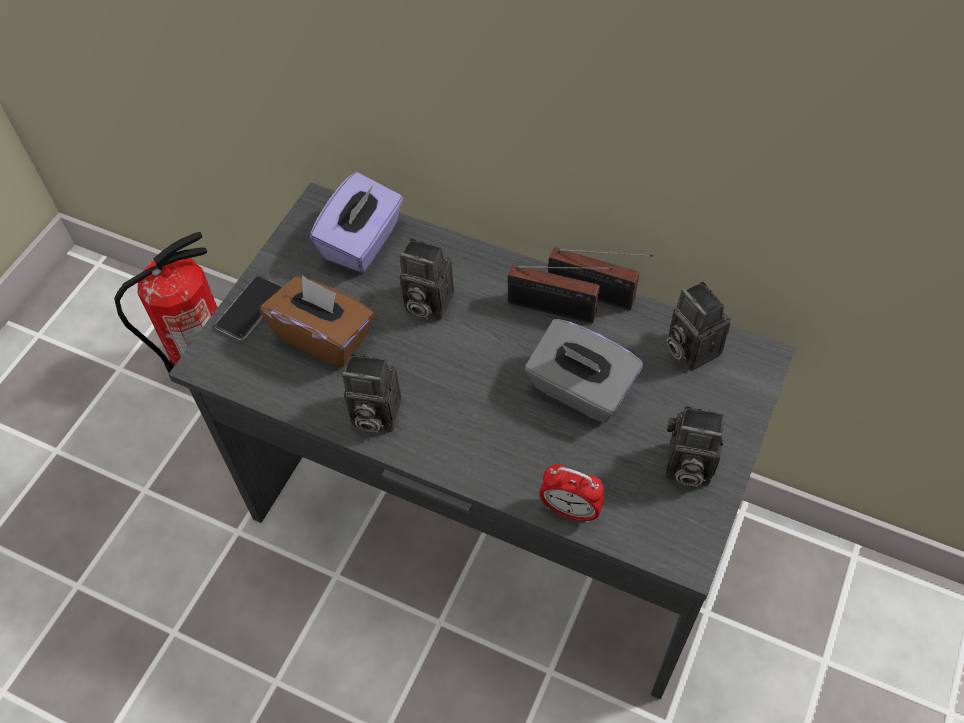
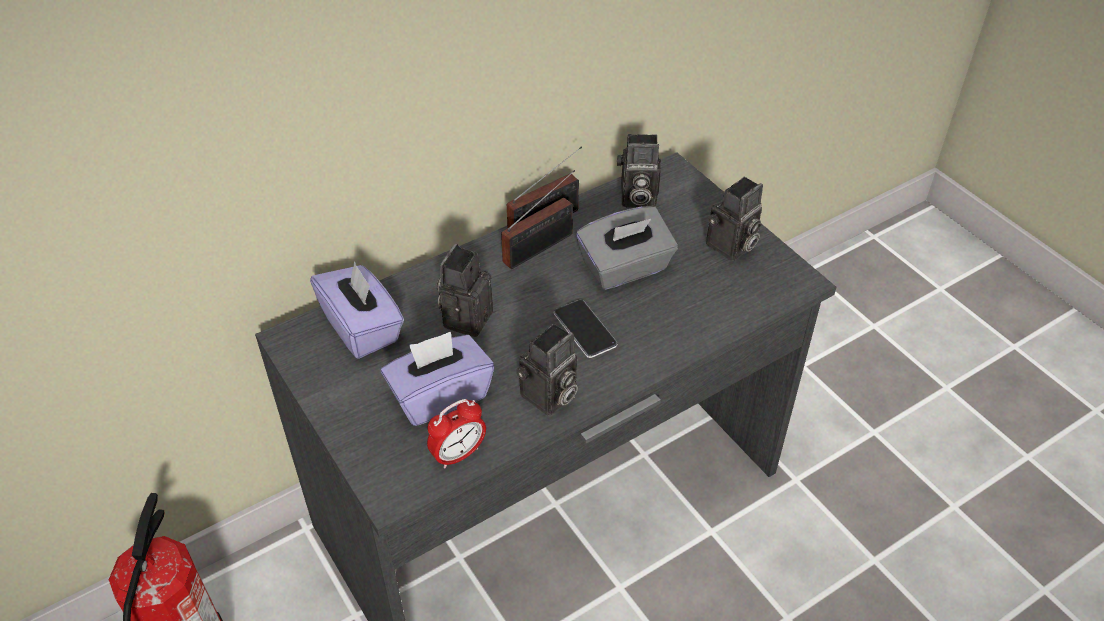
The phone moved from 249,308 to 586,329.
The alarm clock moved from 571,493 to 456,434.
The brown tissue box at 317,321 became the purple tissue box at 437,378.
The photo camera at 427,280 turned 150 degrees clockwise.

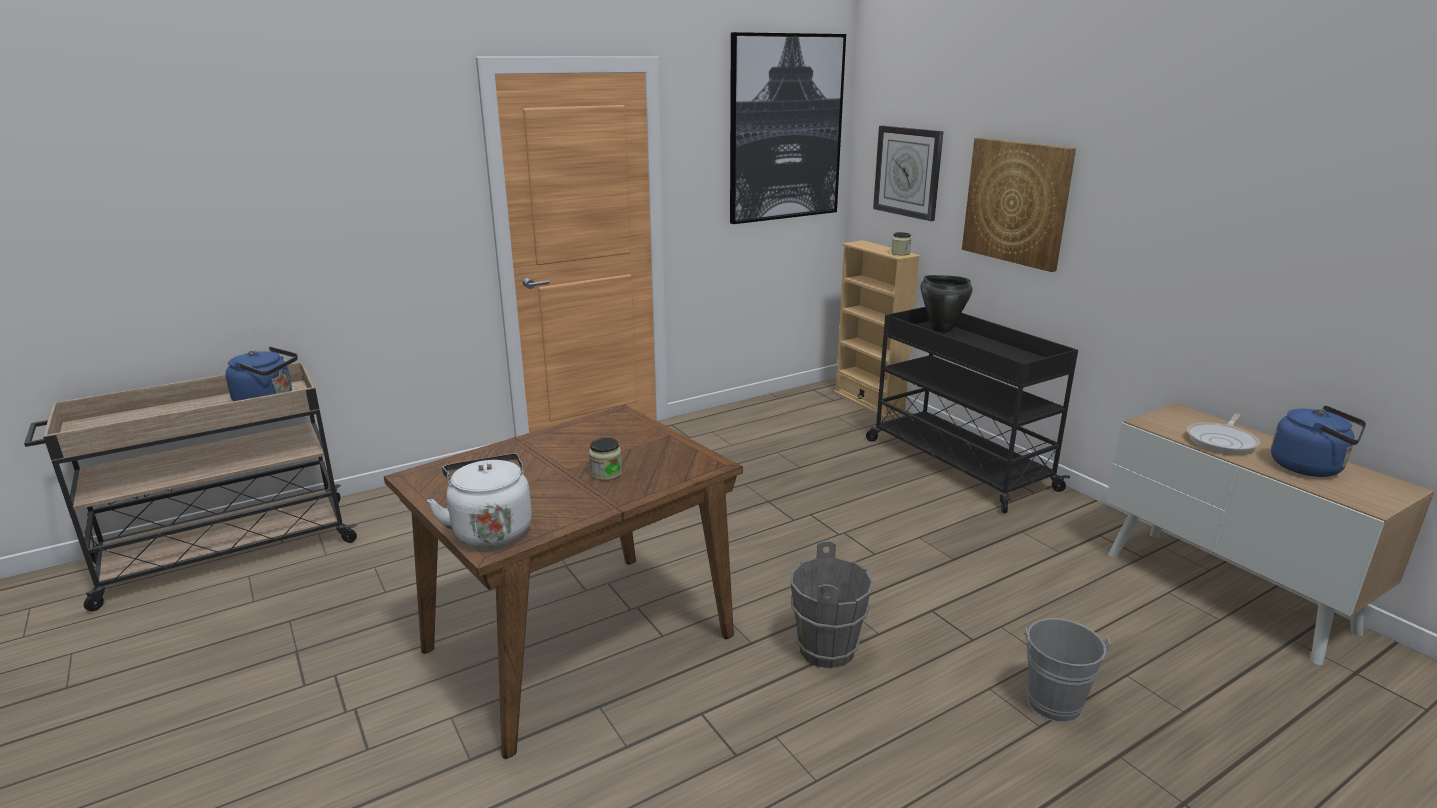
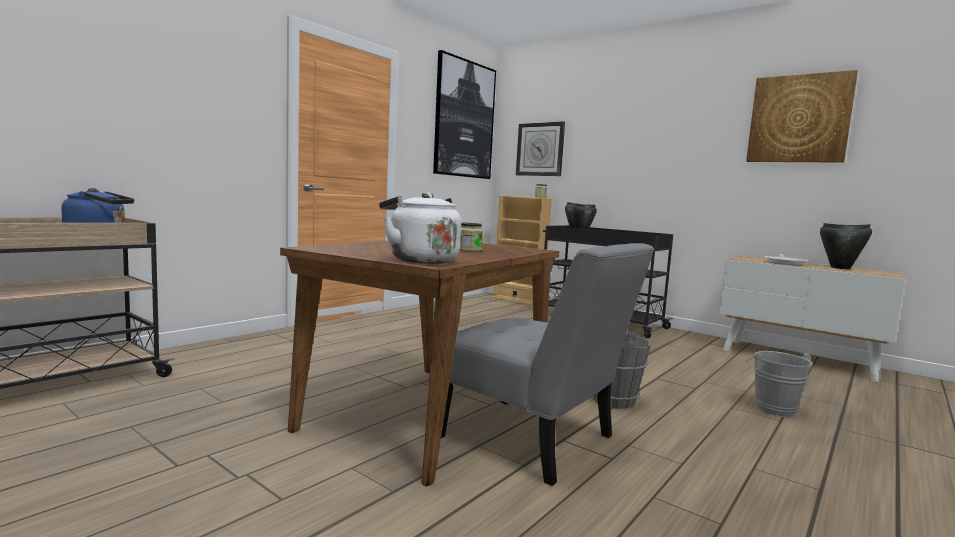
The grey chair at 547,364 appeared.
The picture moved from 1019,205 to 802,116.
The blue kettle at 1318,441 was replaced by the black cooking pot at 846,246.

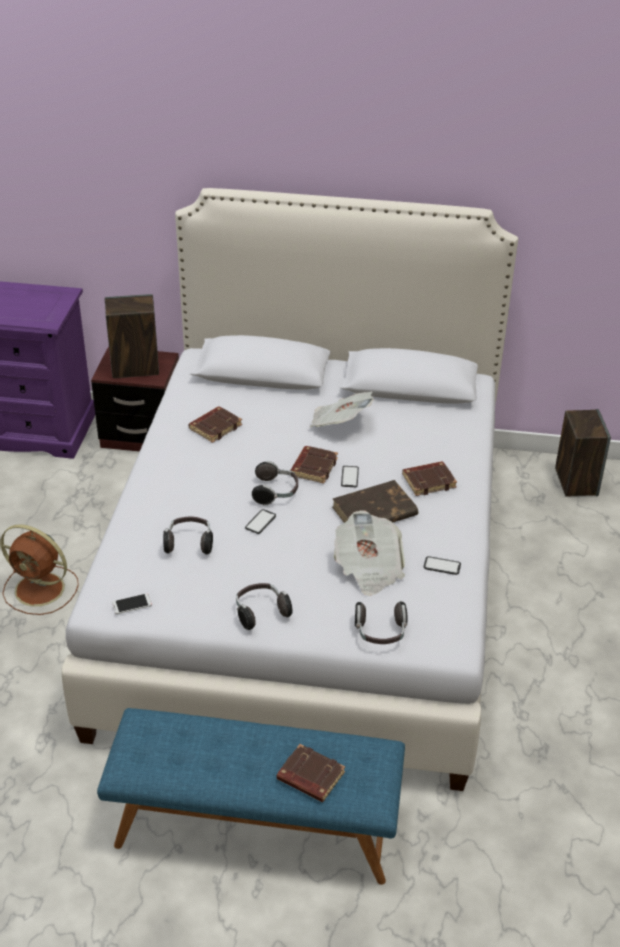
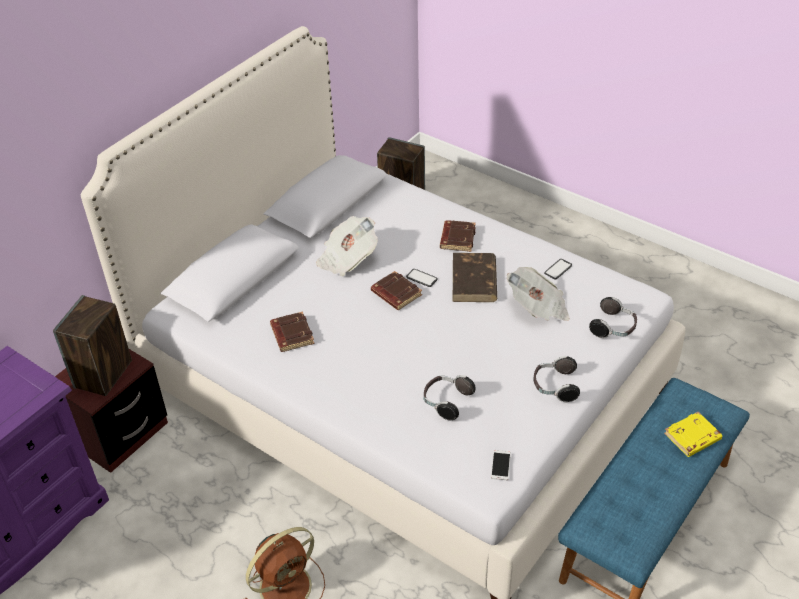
The phone at 260,521 disappeared.
The headphones at 275,483 disappeared.
The brown book at 311,773 became the yellow book at 693,434.

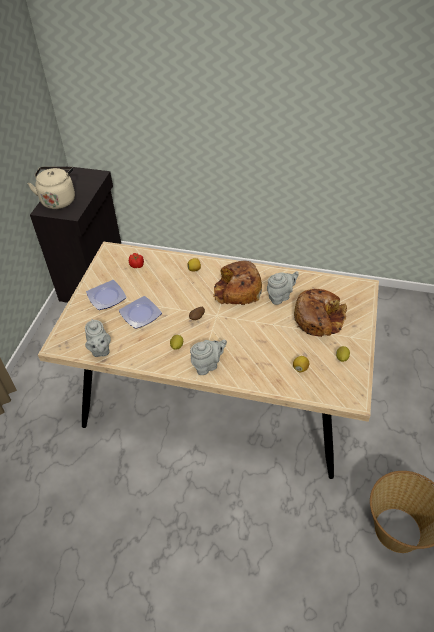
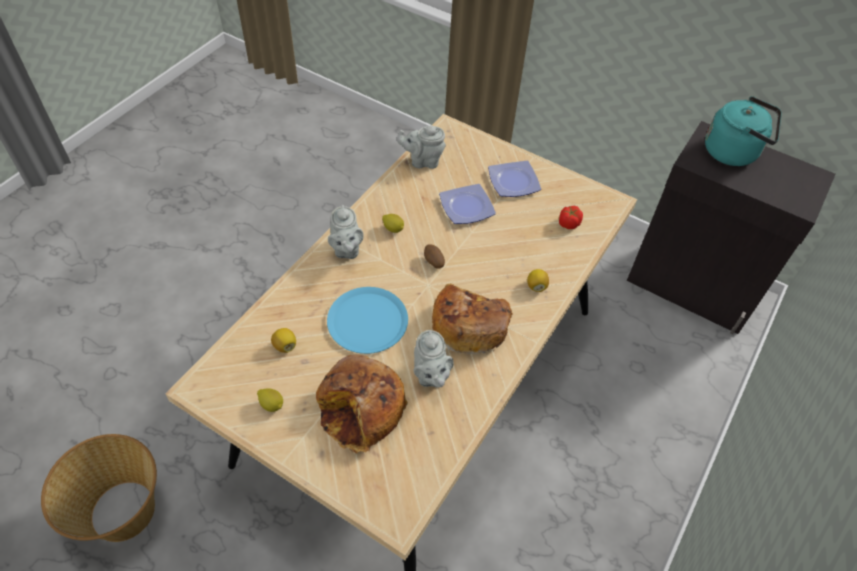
The blue plate at 367,320 appeared.
The beige kettle at 51,187 became the turquoise kettle at 743,131.

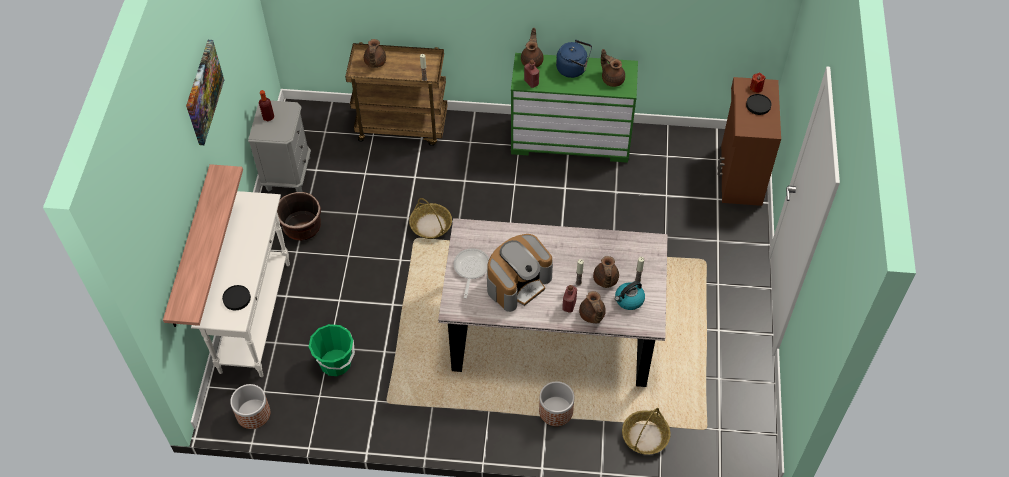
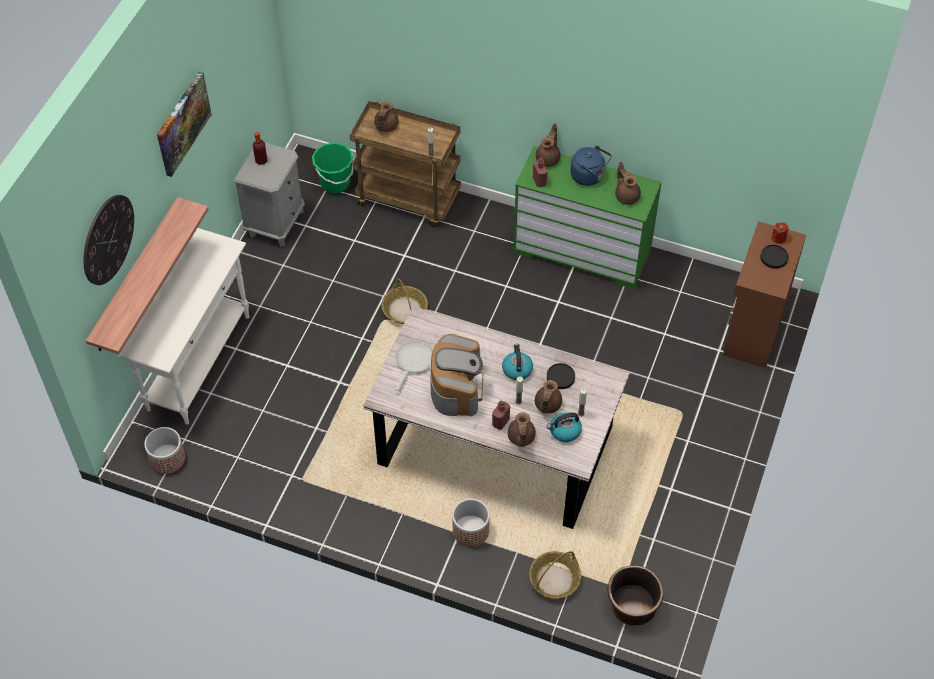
The wall clock at 108,240 appeared.
The kettle at 517,362 appeared.
The black plate moved from 236,297 to 561,376.
The brown planter moved from 299,216 to 635,596.
The green bucket moved from 332,350 to 333,167.
The coffee machine at 520,273 turned 60 degrees counterclockwise.

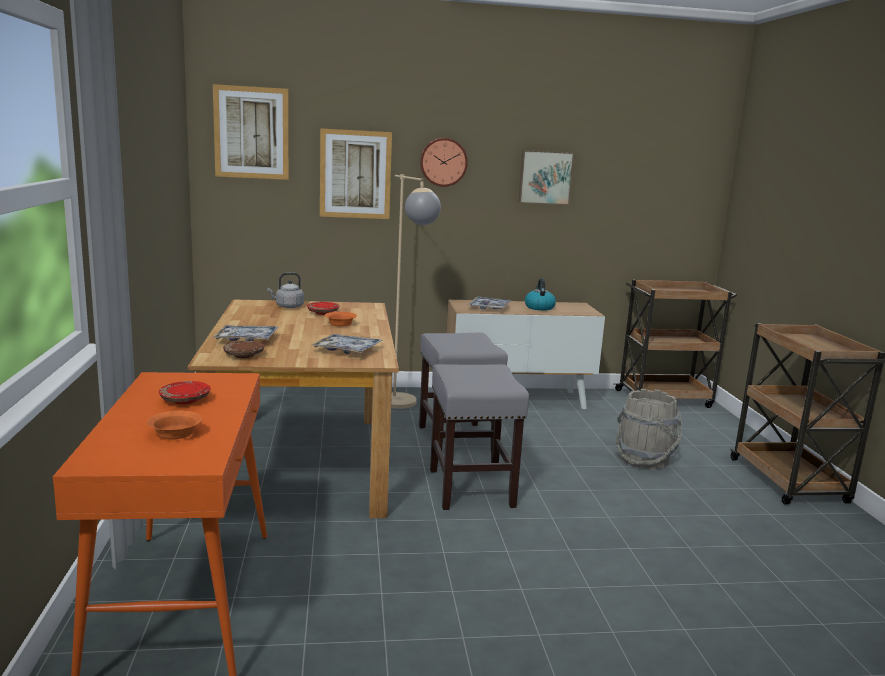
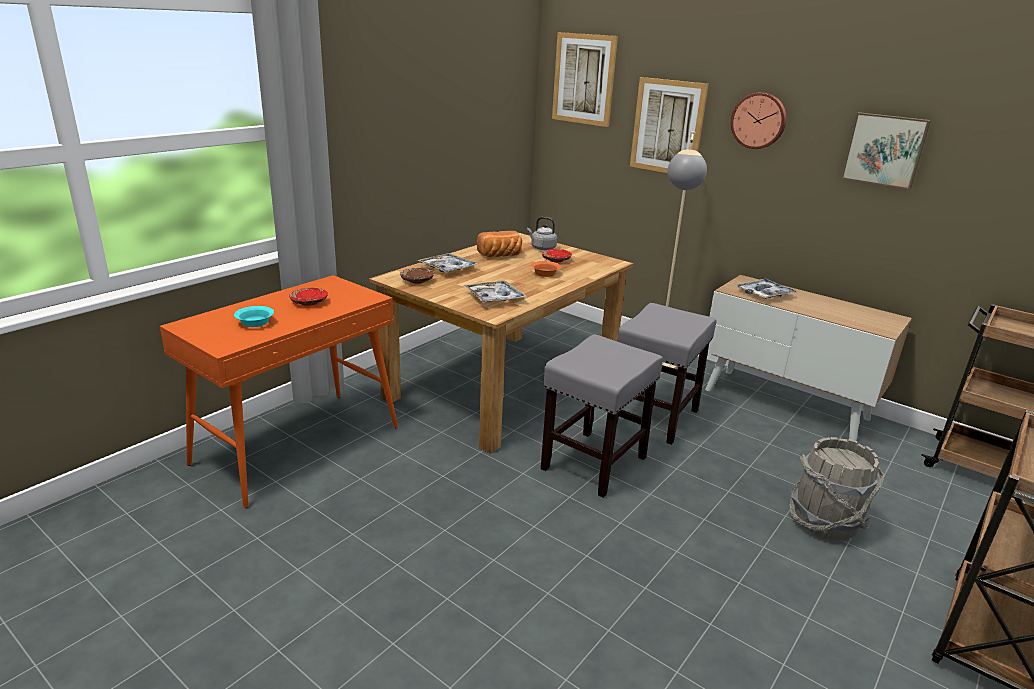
The kettle at 540,295 disappeared.
The bread at 499,244 appeared.
The orange bowl at 174,425 became the turquoise bowl at 254,316.

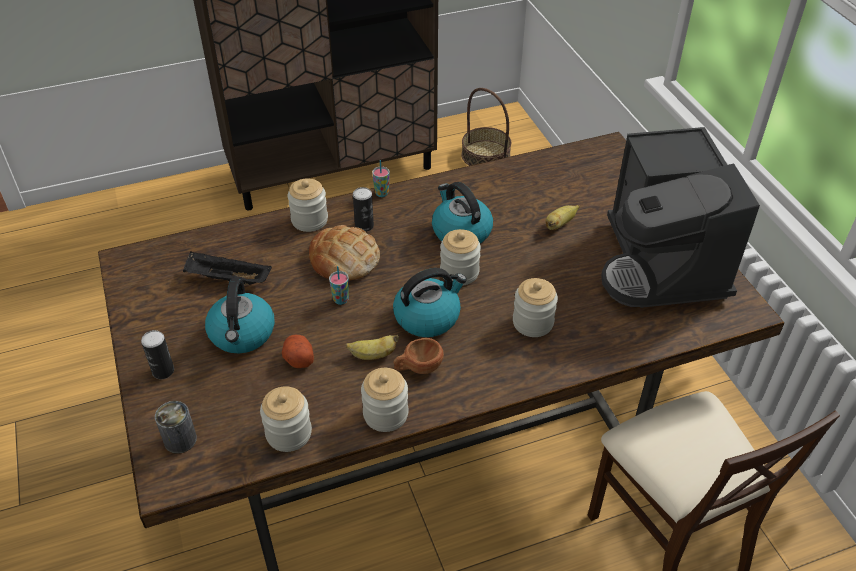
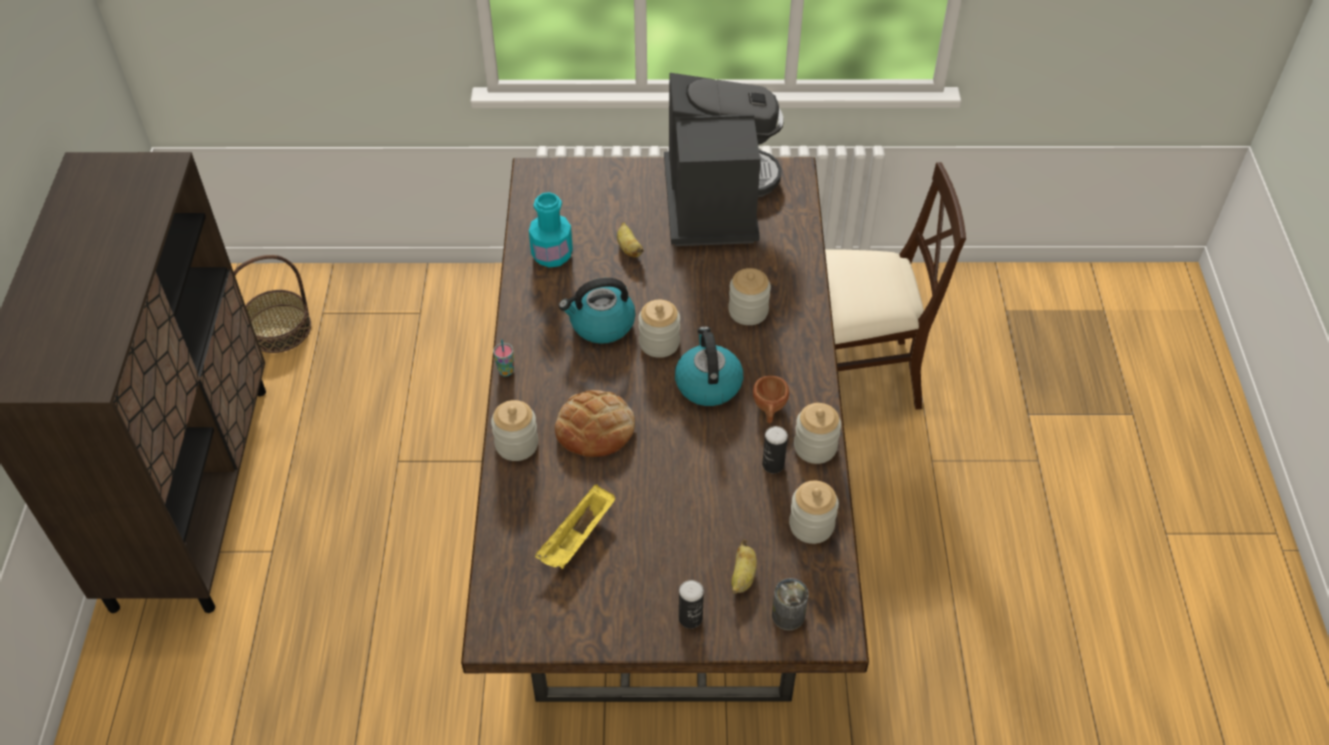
The kettle at 240,315 disappeared.
The potato at 298,351 disappeared.
The cup at 339,285 disappeared.
The turquoise bottle at 551,230 appeared.
The banana moved from 372,347 to 744,566.
The can moved from 363,209 to 775,450.
The black tray at 227,268 became the yellow tray at 575,526.
The coffee machine at 680,217 turned 105 degrees counterclockwise.

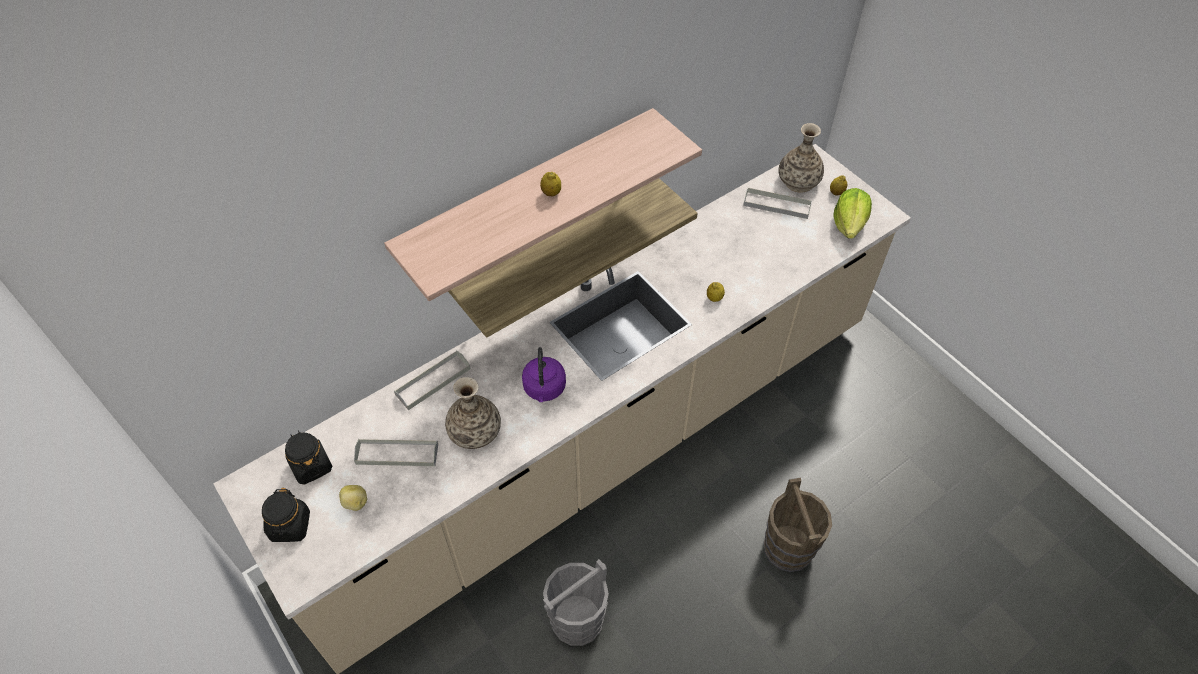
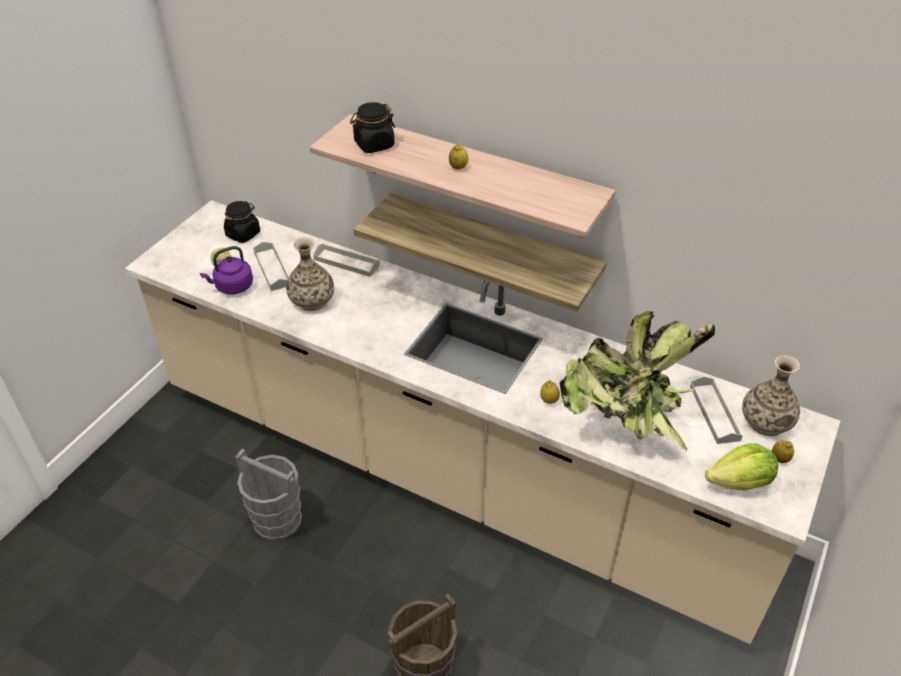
The potted plant at 637,381 appeared.
The black jar moved from 286,515 to 372,127.
The purple kettle moved from 544,374 to 226,270.

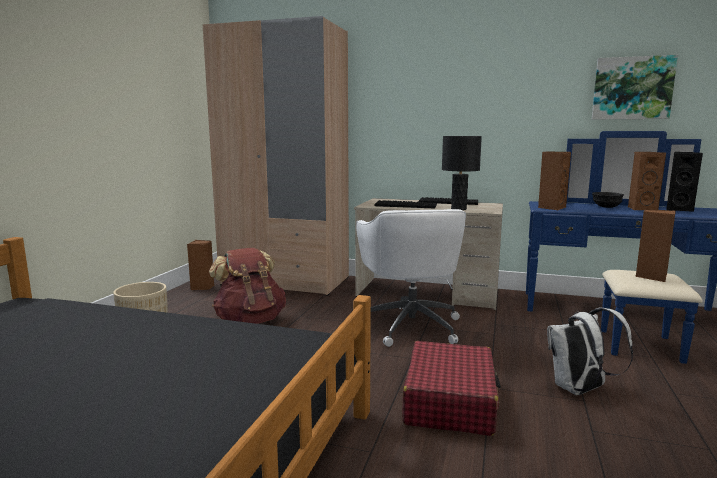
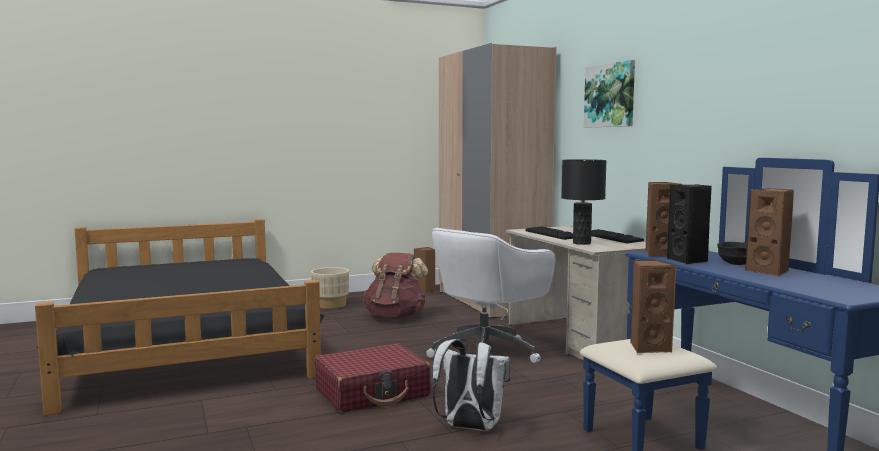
The picture moved from 635,87 to 609,93.
The black speaker moved from 684,182 to 689,224.

